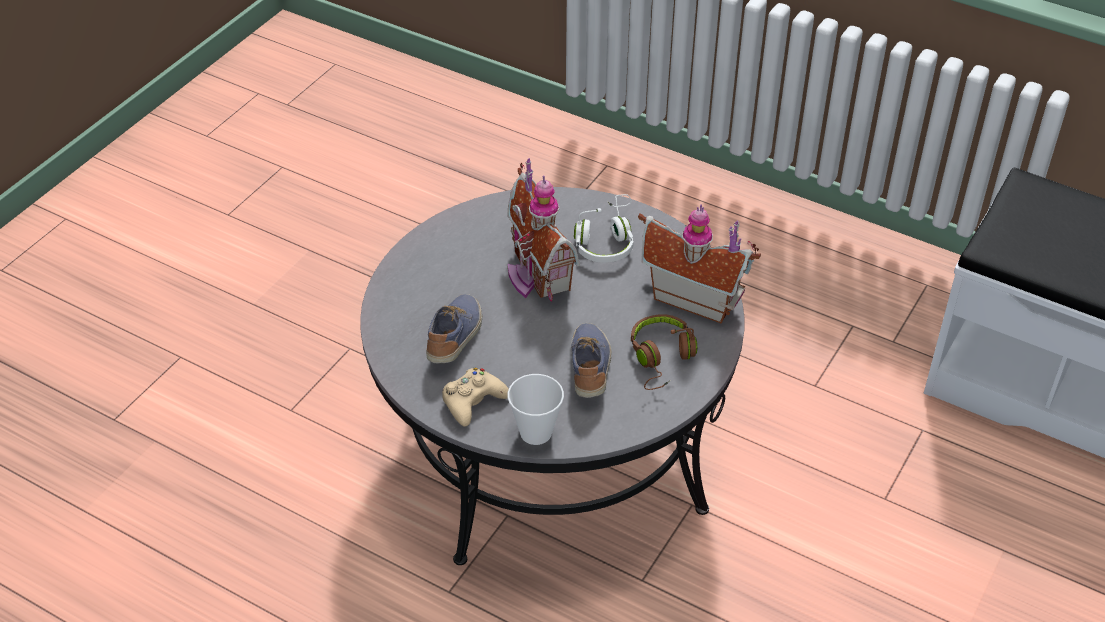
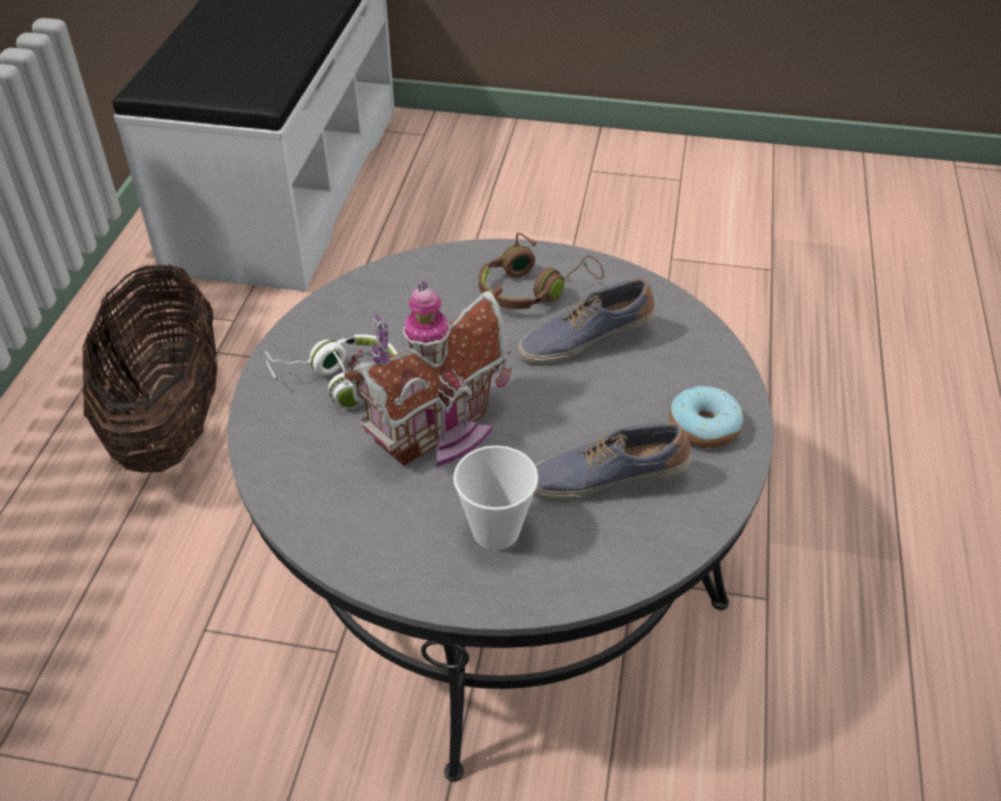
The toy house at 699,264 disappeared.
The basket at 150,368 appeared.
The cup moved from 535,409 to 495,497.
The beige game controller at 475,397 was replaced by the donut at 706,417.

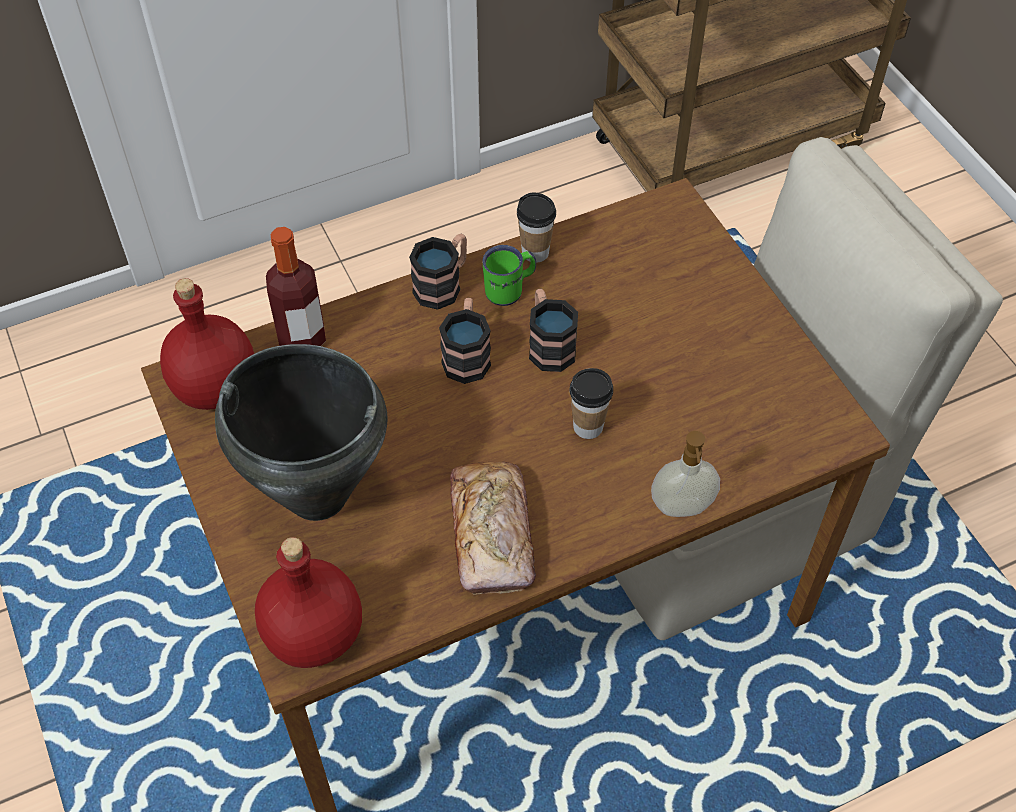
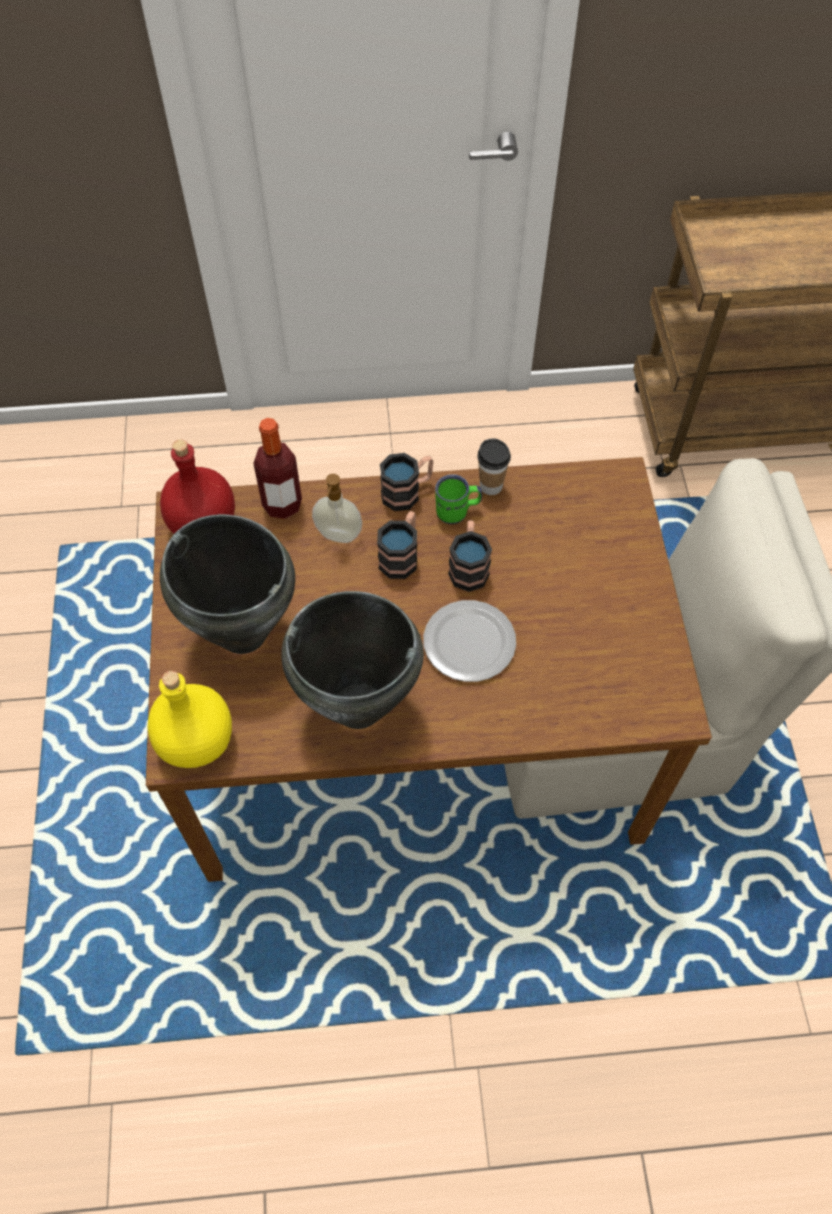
The soap dispenser moved from 685,474 to 337,508.
The bread at 493,527 was replaced by the black cooking pot at 353,660.
The cup at 591,403 was replaced by the plate at 469,641.
The red bottle at 308,602 became the yellow bottle at 189,719.

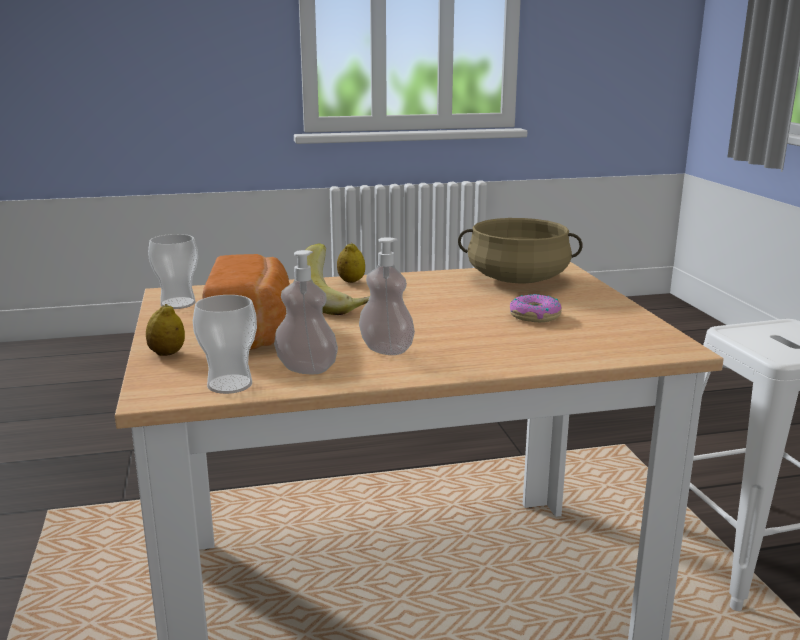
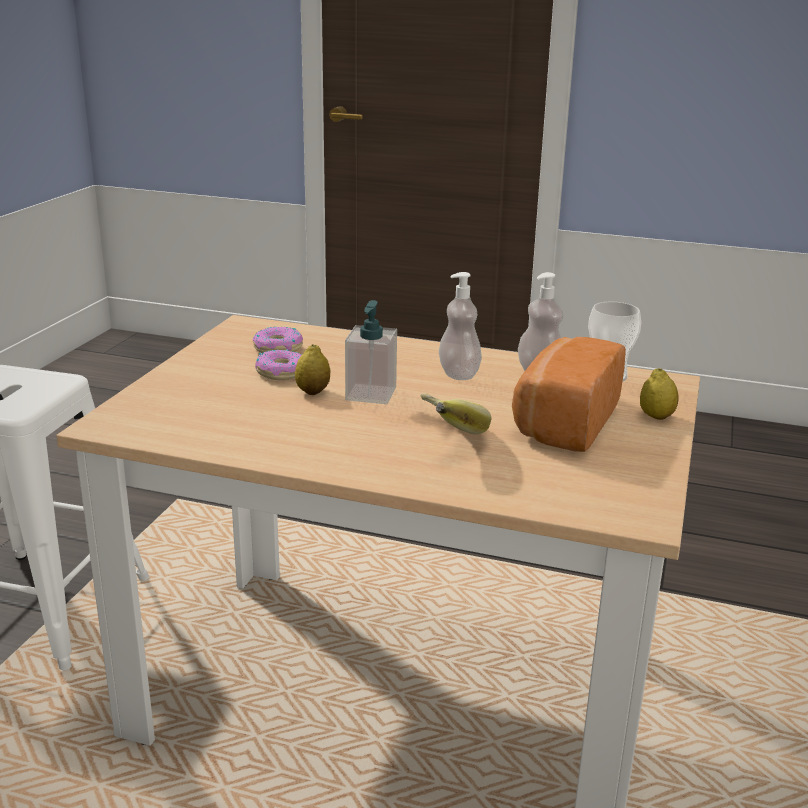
The cup at 173,271 disappeared.
The beige cooking pot at 520,250 disappeared.
The donut at 277,339 appeared.
The soap dispenser at 371,352 appeared.
The lemon moved from 351,263 to 312,369.

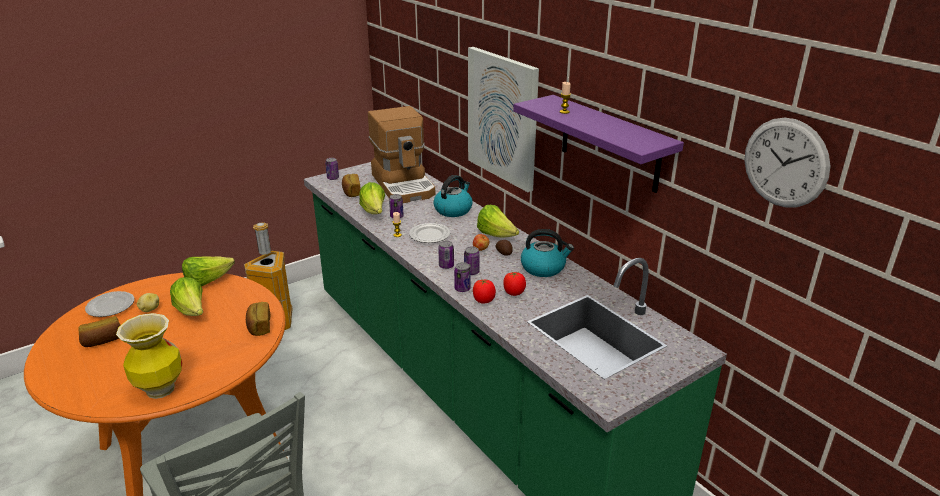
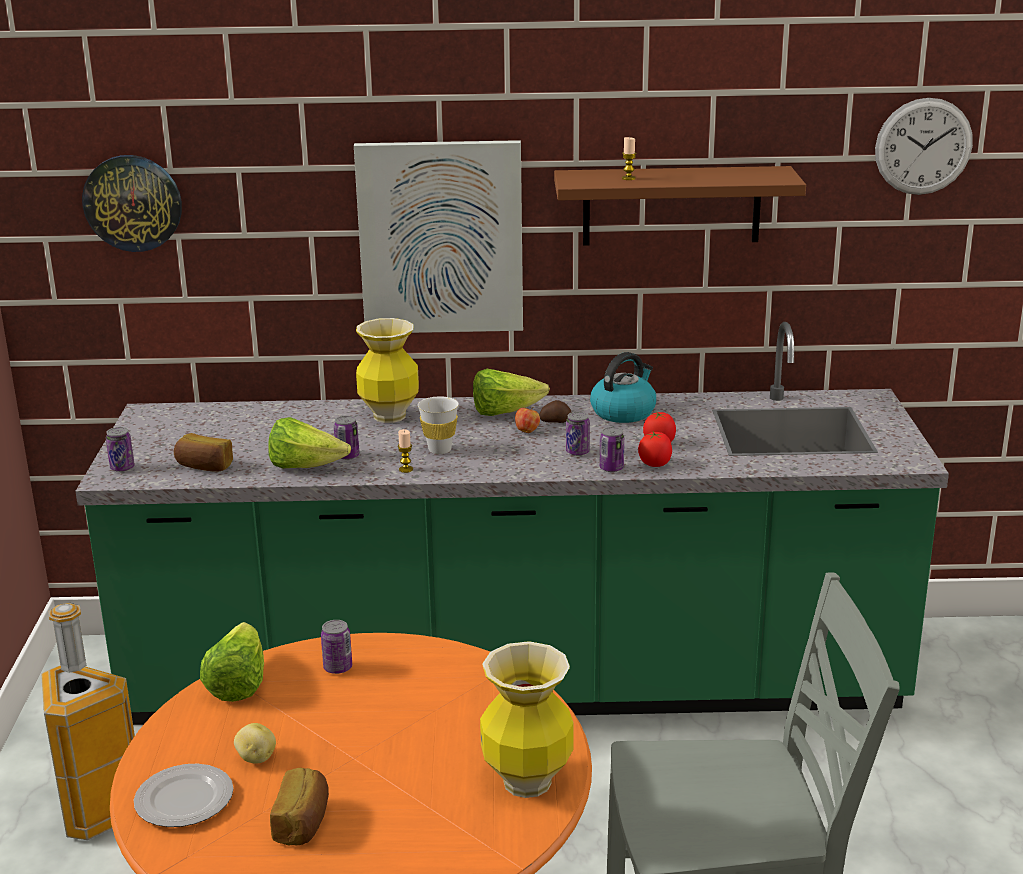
The lettuce at 186,296 disappeared.
The bread at 258,319 disappeared.
The coffee machine at 401,154 disappeared.
The wall clock at 132,203 appeared.
The can moved from 446,255 to 336,647.
The plate at 429,233 was replaced by the white cup at 438,425.
The kettle at 453,196 was replaced by the vase at 387,370.
The purple shelf at 598,144 became the brown shelf at 680,205.

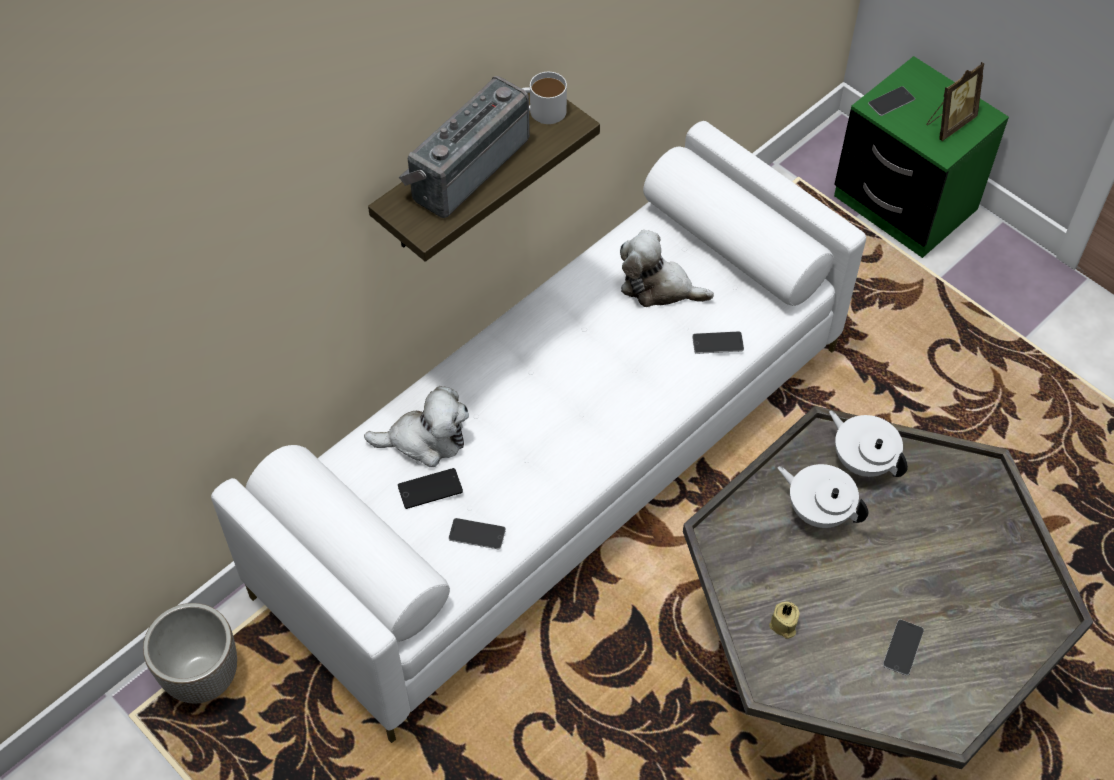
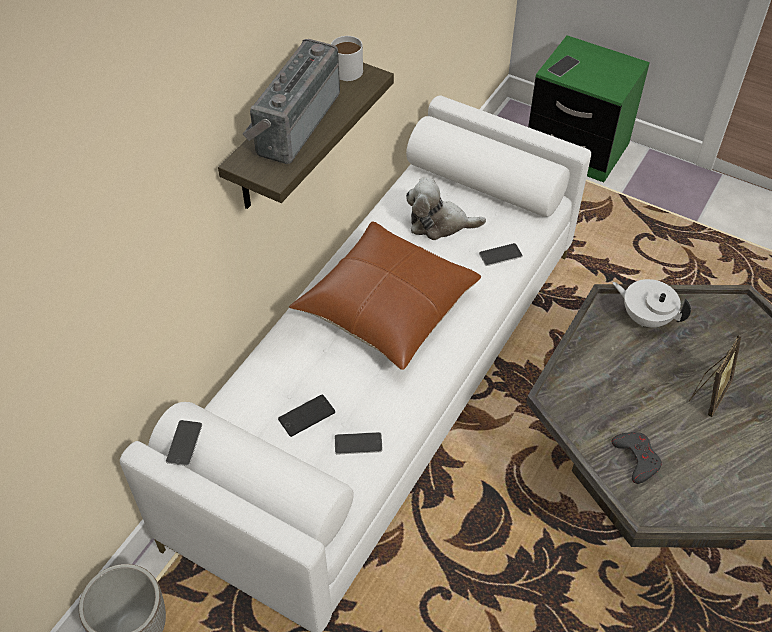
The plush toy at 416,426 disappeared.
The white teapot at 823,496 disappeared.
The brown pillow at 385,296 appeared.
The phone moved from 903,647 to 184,443.
The picture frame moved from 955,101 to 715,376.
The beige candle at 784,620 was replaced by the grey game controller at 636,458.

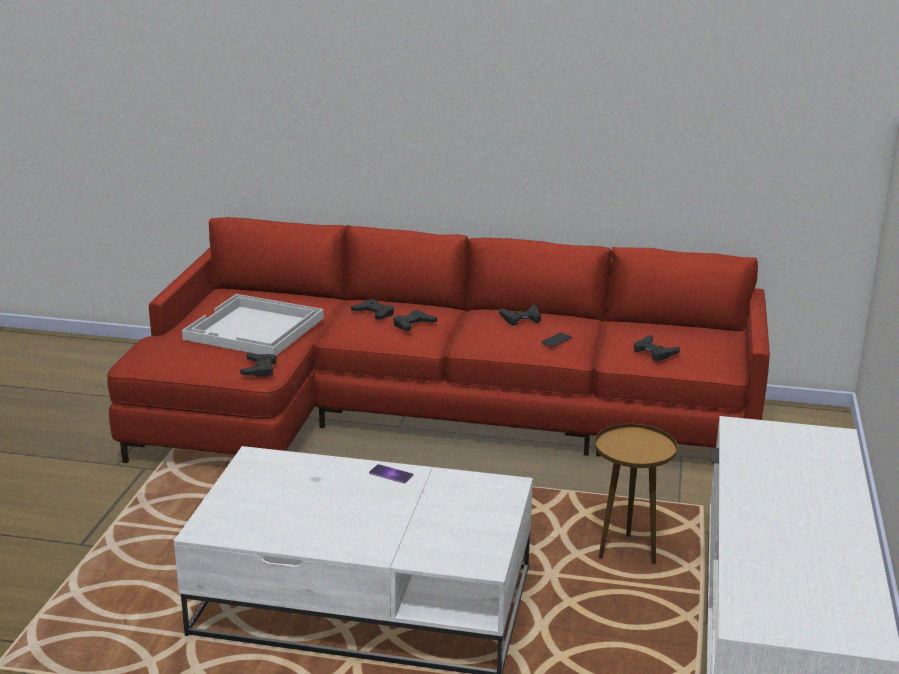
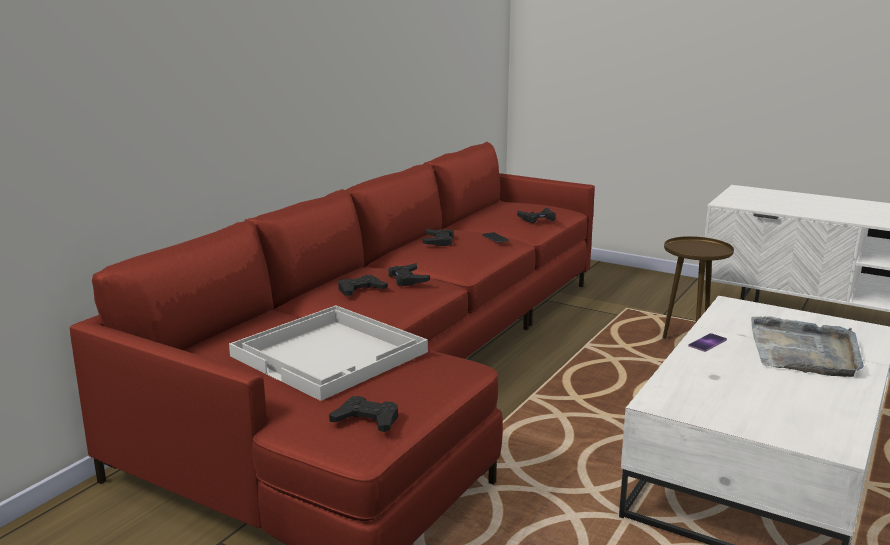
The grey tray at 807,346 appeared.
The black game controller moved from 258,365 to 363,414.

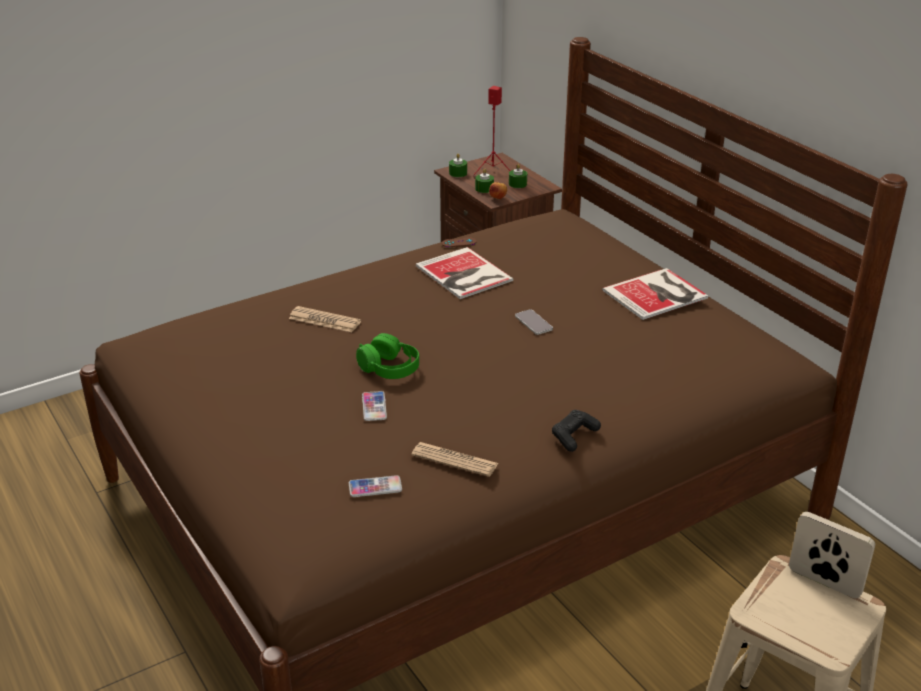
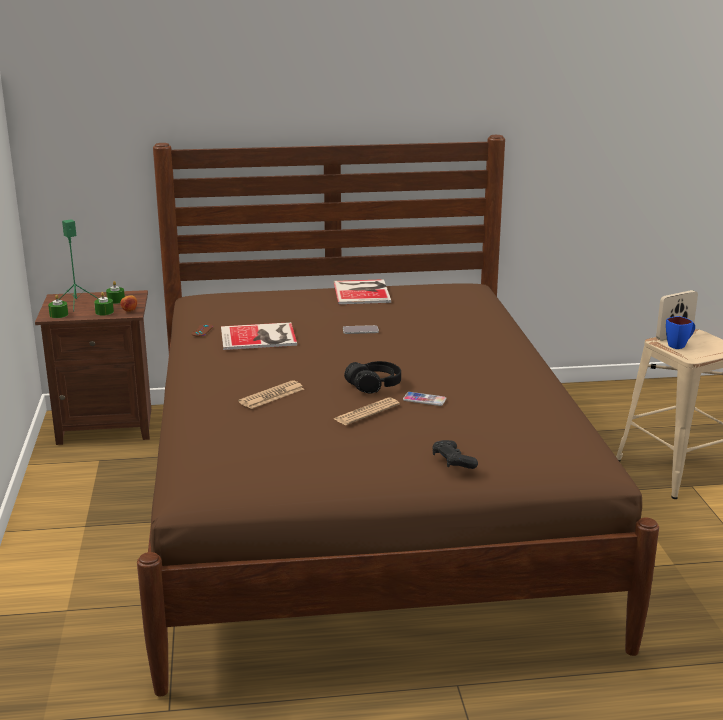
The phone at 375,486 disappeared.
The blue mug at 680,332 appeared.
The newspaper moved from 455,459 to 367,411.
The black game controller moved from 576,431 to 455,454.
The green headphones at 387,356 became the black headphones at 372,377.
The red speaker at 491,131 became the green speaker at 79,265.

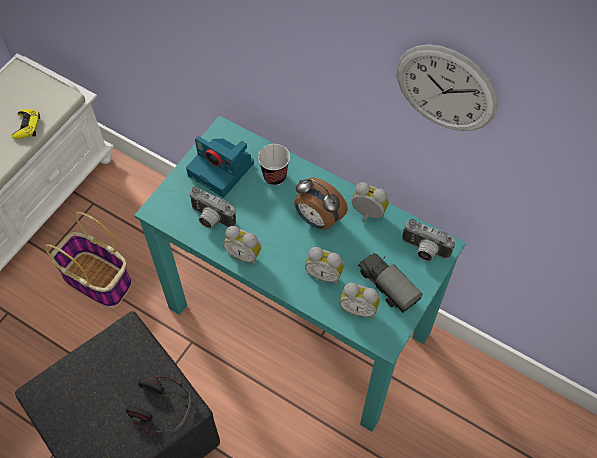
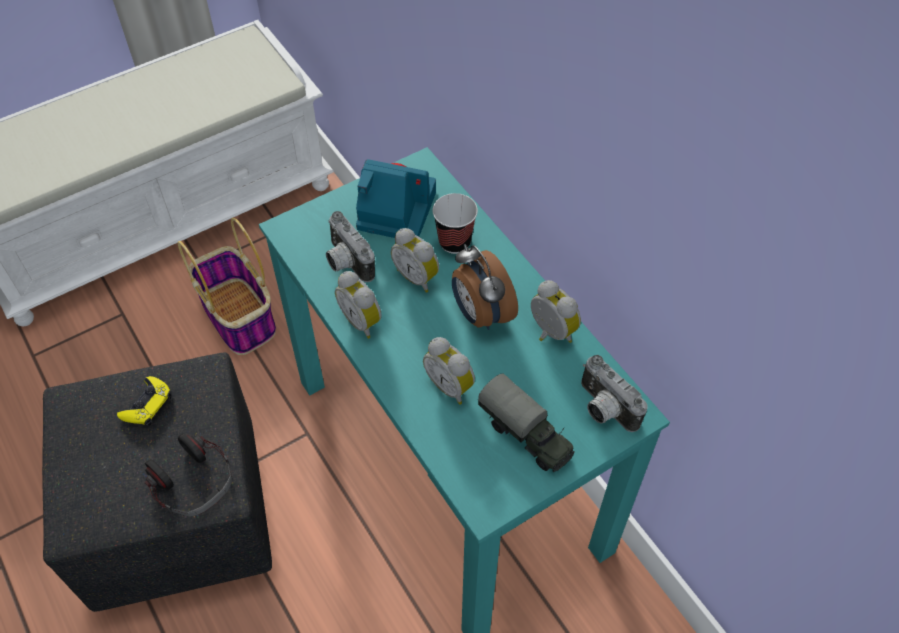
The wall clock at 447,88 disappeared.
The yellow game controller moved from 26,124 to 144,401.
The alarm clock moved from 360,301 to 415,260.
The photo camera at 220,166 turned 135 degrees clockwise.
The toy truck at 390,283 turned 150 degrees clockwise.

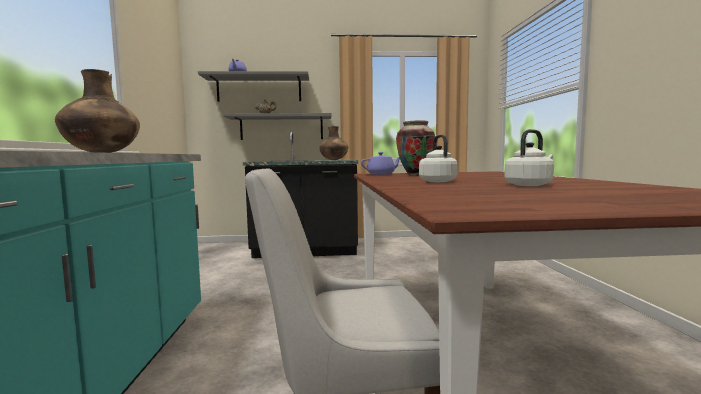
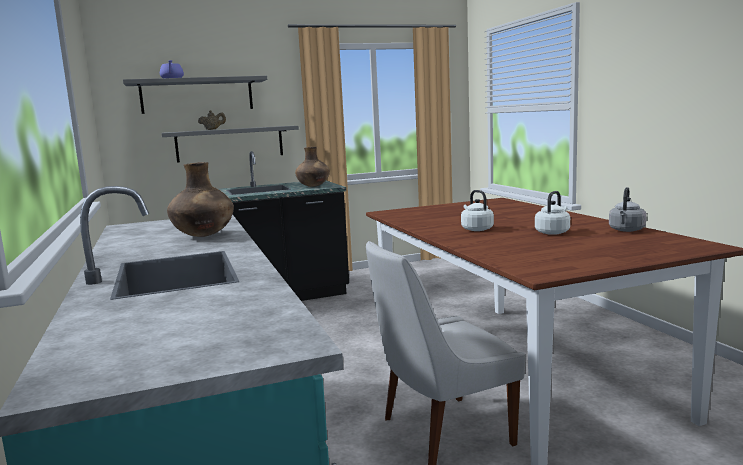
The purple teapot at 380,163 disappeared.
The vase at 415,148 disappeared.
The grey kettle at 627,209 appeared.

